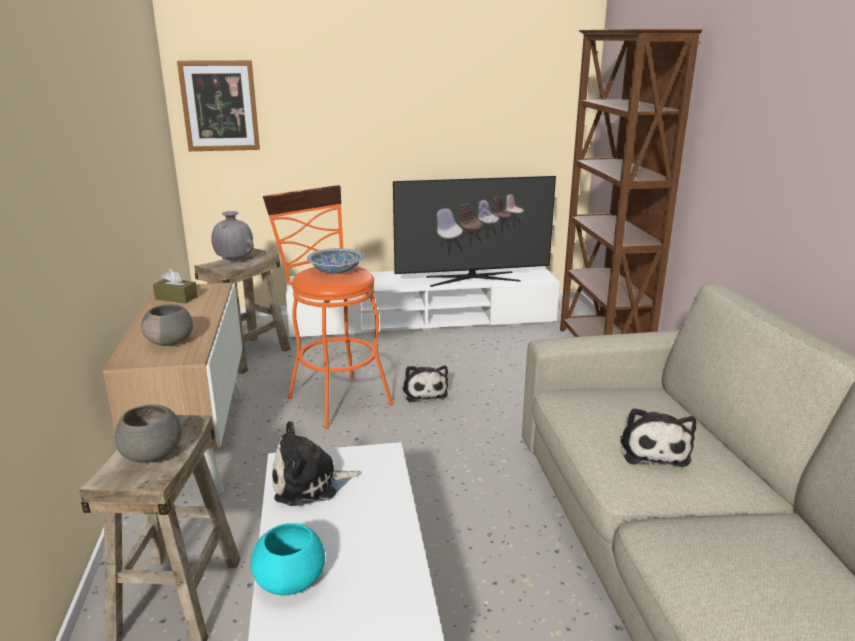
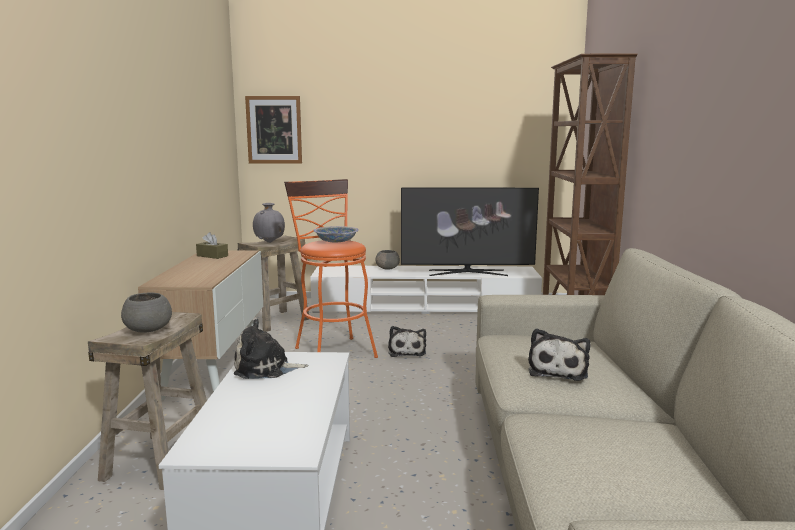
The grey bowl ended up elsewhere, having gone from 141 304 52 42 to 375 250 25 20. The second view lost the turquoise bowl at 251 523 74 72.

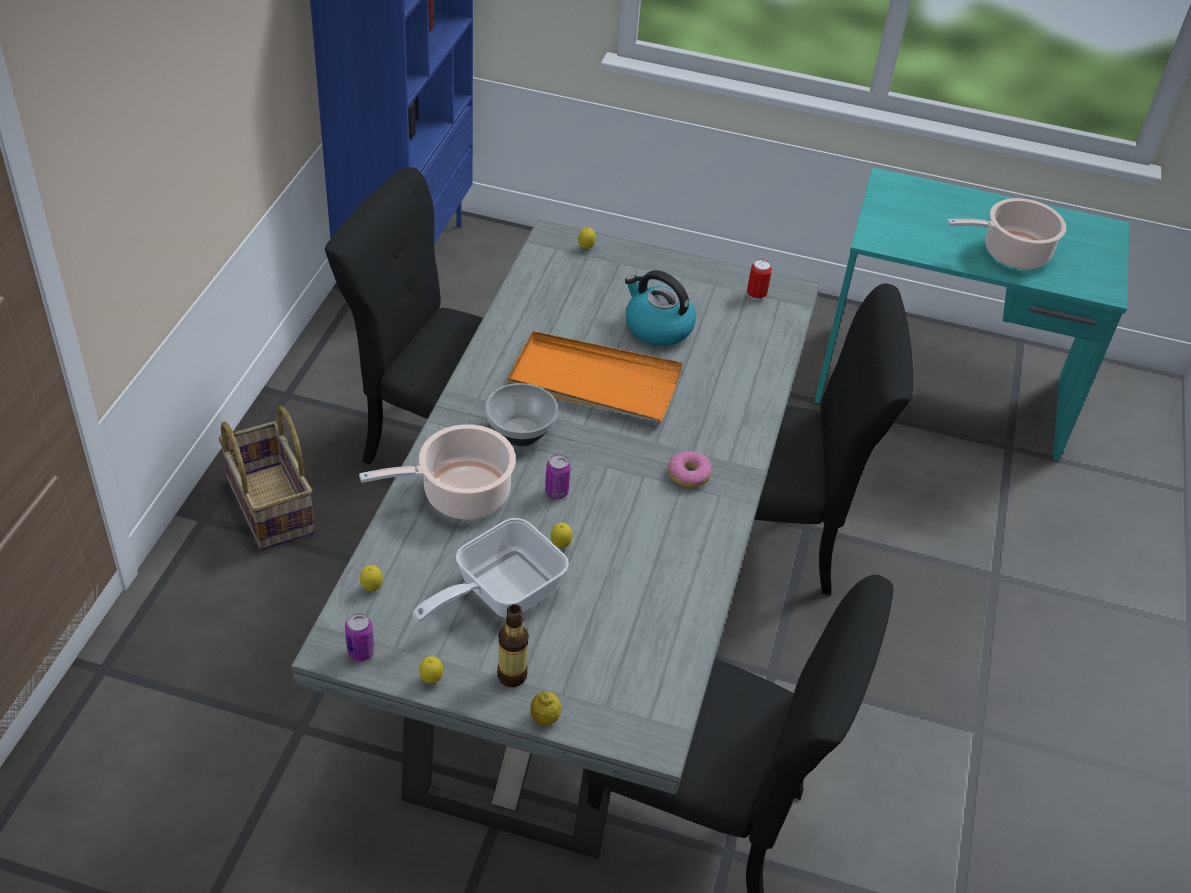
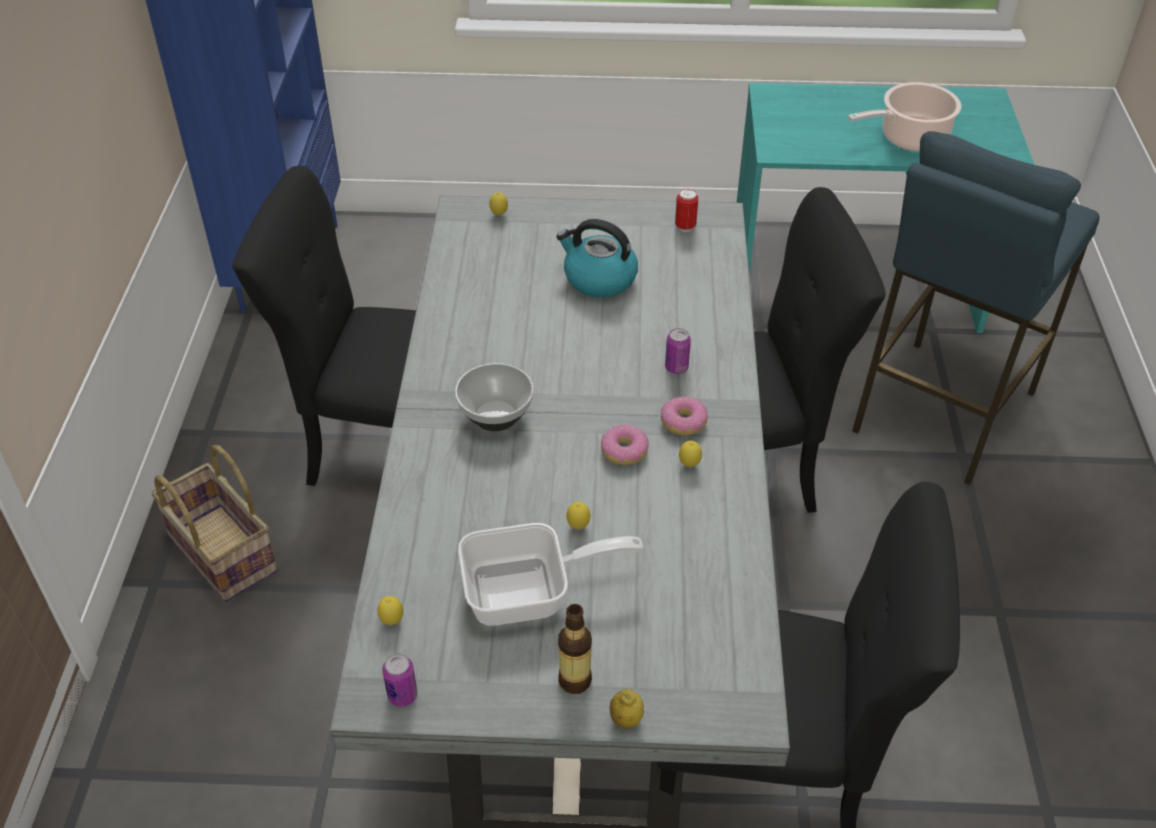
The second view lost the orange tray at 508 331 175 91. The second view lost the cooking pot at 359 424 157 95. The can ended up elsewhere, having gone from 545 454 26 45 to 665 328 26 46. The frying pan at 413 518 156 104 ended up facing another way, 135 degrees counterclockwise from before. The lemon ended up elsewhere, having gone from 419 656 24 28 to 679 441 23 26. The second view gained the blue stool at 852 131 248 354. The second view gained the donut at 601 425 48 40.

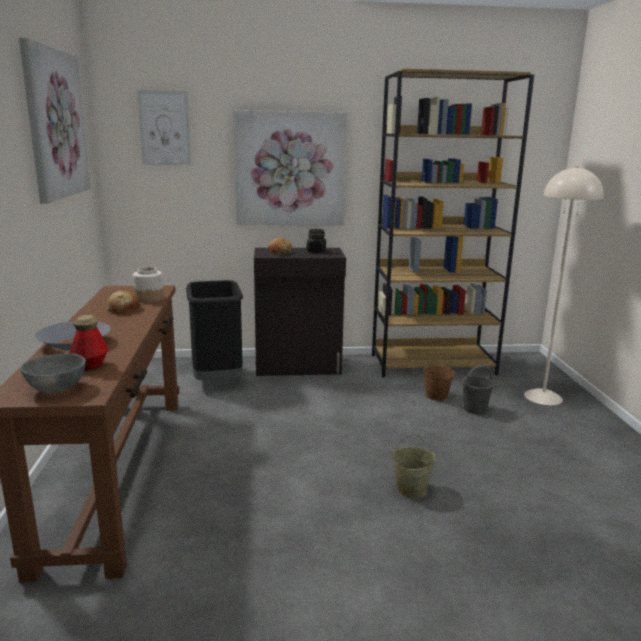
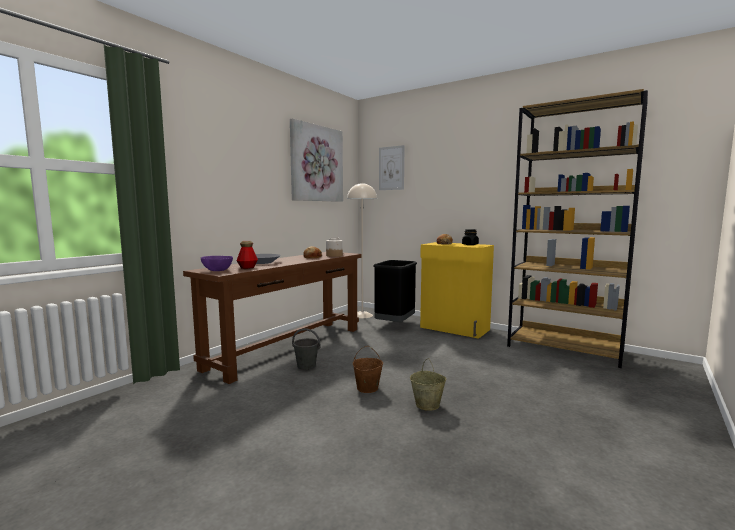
The second view lost the picture at 233 110 114 115. The beige floor lamp ended up elsewhere, having gone from 524 166 80 239 to 347 183 30 135. What was the black cabinet at 254 248 92 128 turned into the yellow cabinet at 420 242 74 97. What was the grey bowl at 20 354 66 39 turned into the purple bowl at 201 256 32 15. The brown bucket ended up elsewhere, having gone from 423 354 31 47 to 353 346 30 47. The grey bucket ended up elsewhere, having gone from 462 365 32 50 to 292 328 28 42.

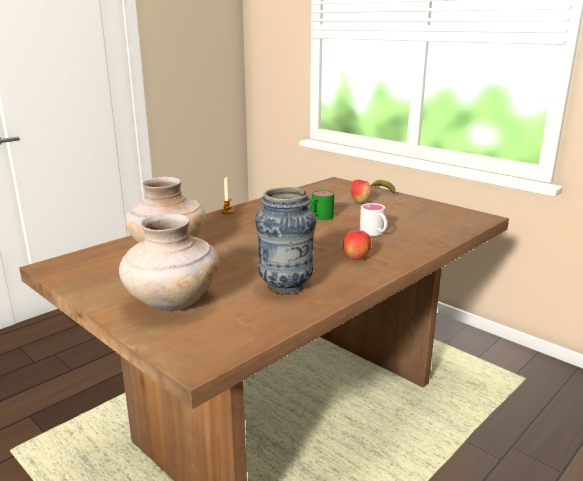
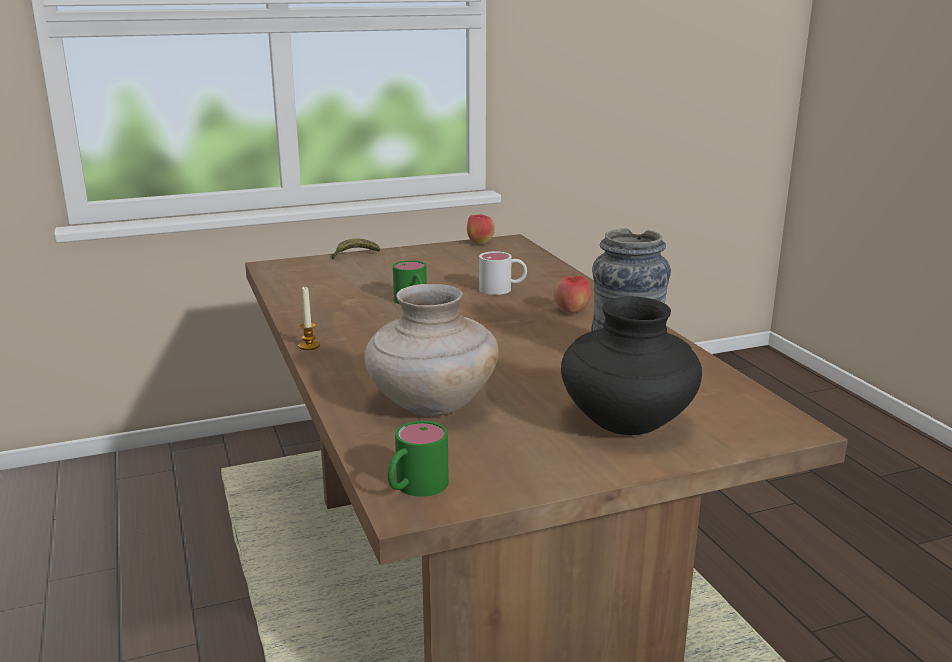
The apple ended up elsewhere, having gone from 350 180 22 23 to 467 215 28 30. What was the beige vase at 119 214 100 97 turned into the black vase at 561 296 141 139. The second view gained the green mug at 388 421 61 76.

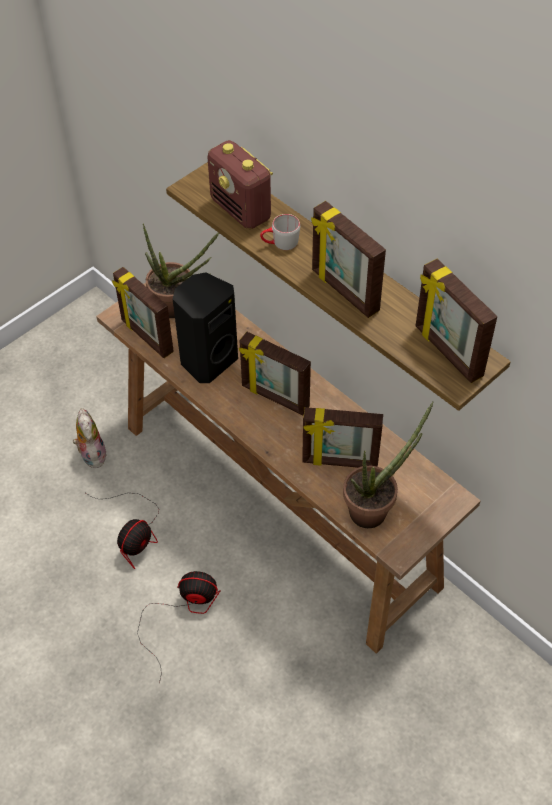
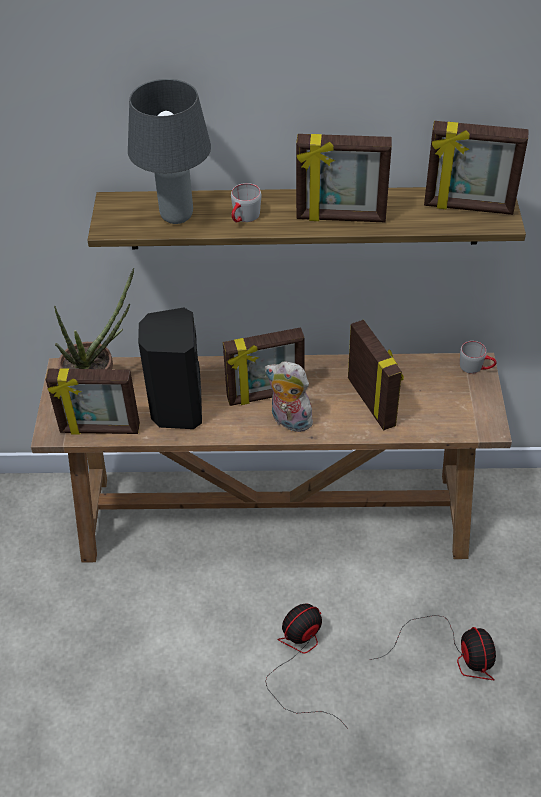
Where the radio stood at 207 140 66 89, the grey table lamp came to stand at 128 79 83 145. The second view lost the potted plant at 343 402 90 126. The picture frame at 302 407 81 61 ended up facing another way, 75 degrees counterclockwise from before. The plush toy ended up elsewhere, having gone from 73 408 34 60 to 265 361 50 71. The fan ended up elsewhere, having gone from 86 493 73 76 to 369 615 127 65. The second view gained the grey mug at 460 341 37 33.

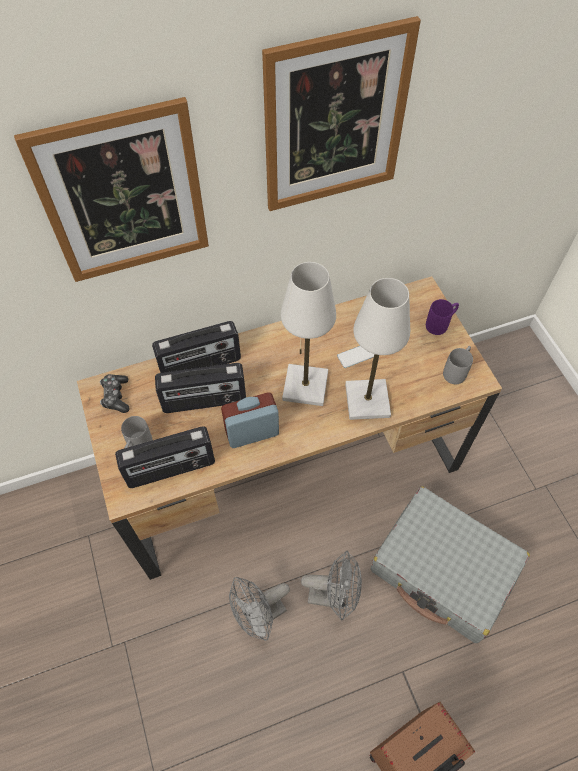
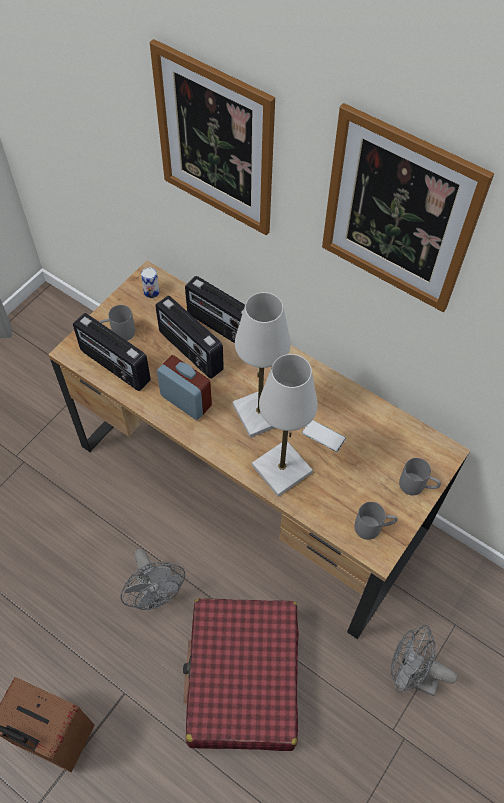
What was the purple mug at 426 299 33 36 turned into the grey mug at 399 458 42 37. Where the game controller stood at 100 374 30 39, the can came to stand at 141 267 19 31. What was the grey suitcase at 371 486 159 157 turned into the red suitcase at 183 598 116 153. The grey fan ended up elsewhere, having gone from 229 577 61 64 to 391 625 66 71.

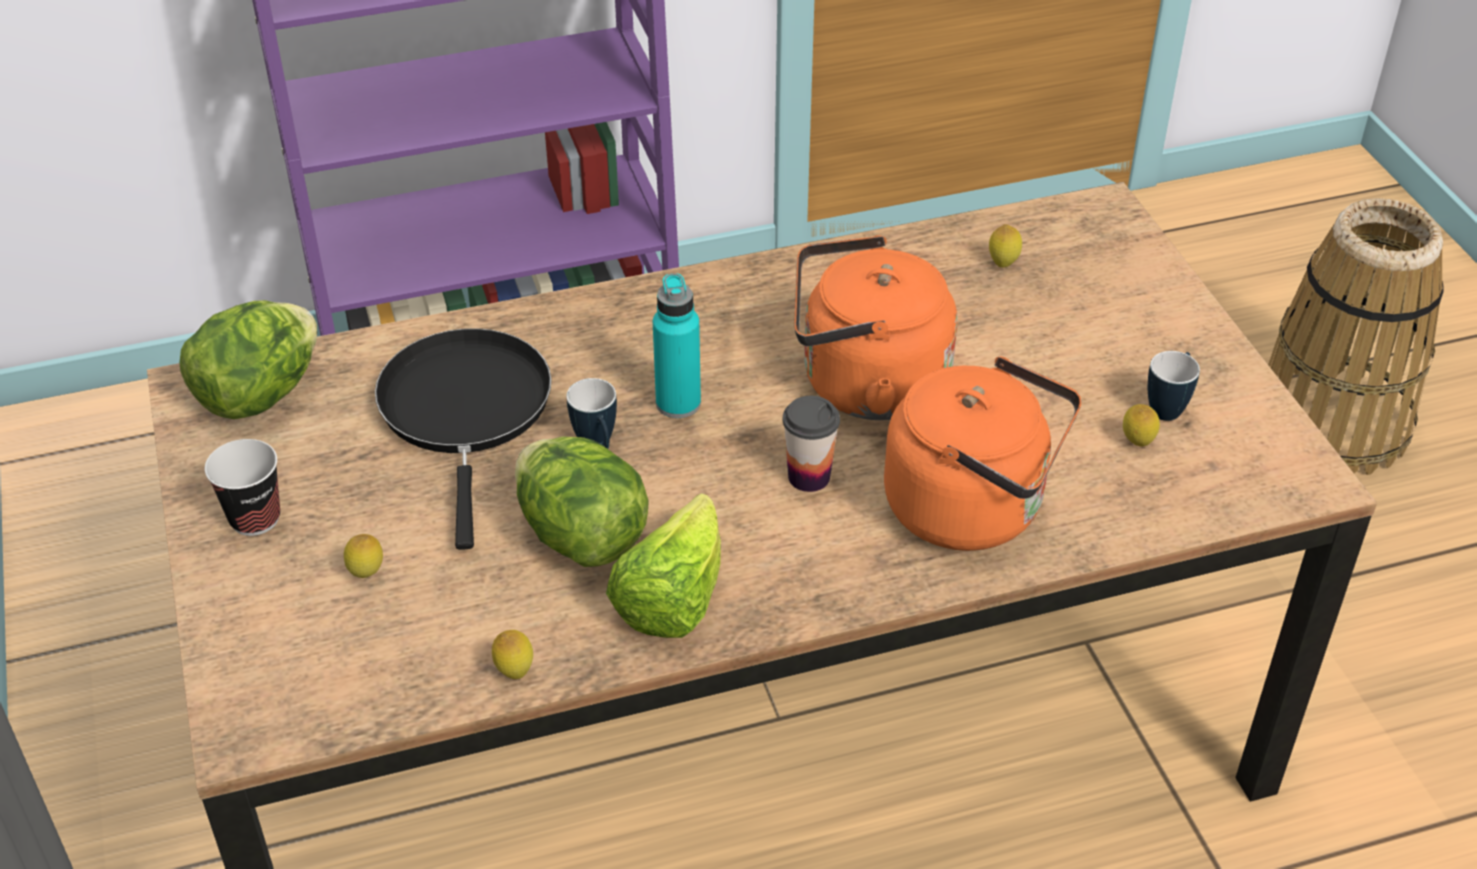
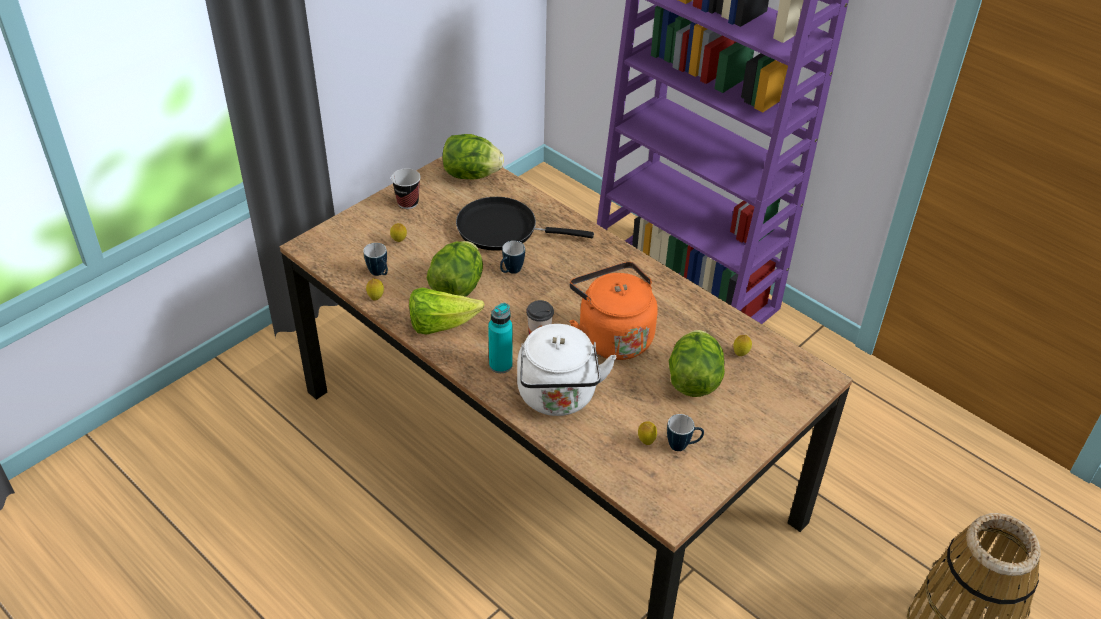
The turquoise bottle ended up elsewhere, having gone from 653 273 48 145 to 488 303 25 70. The black frying pan at 375 328 177 222 ended up facing another way, 135 degrees counterclockwise from before. What was the orange kettle at 884 357 197 194 turned into the white kettle at 517 324 99 92. The second view gained the mug at 363 243 25 33. The second view gained the lettuce at 669 330 56 67.

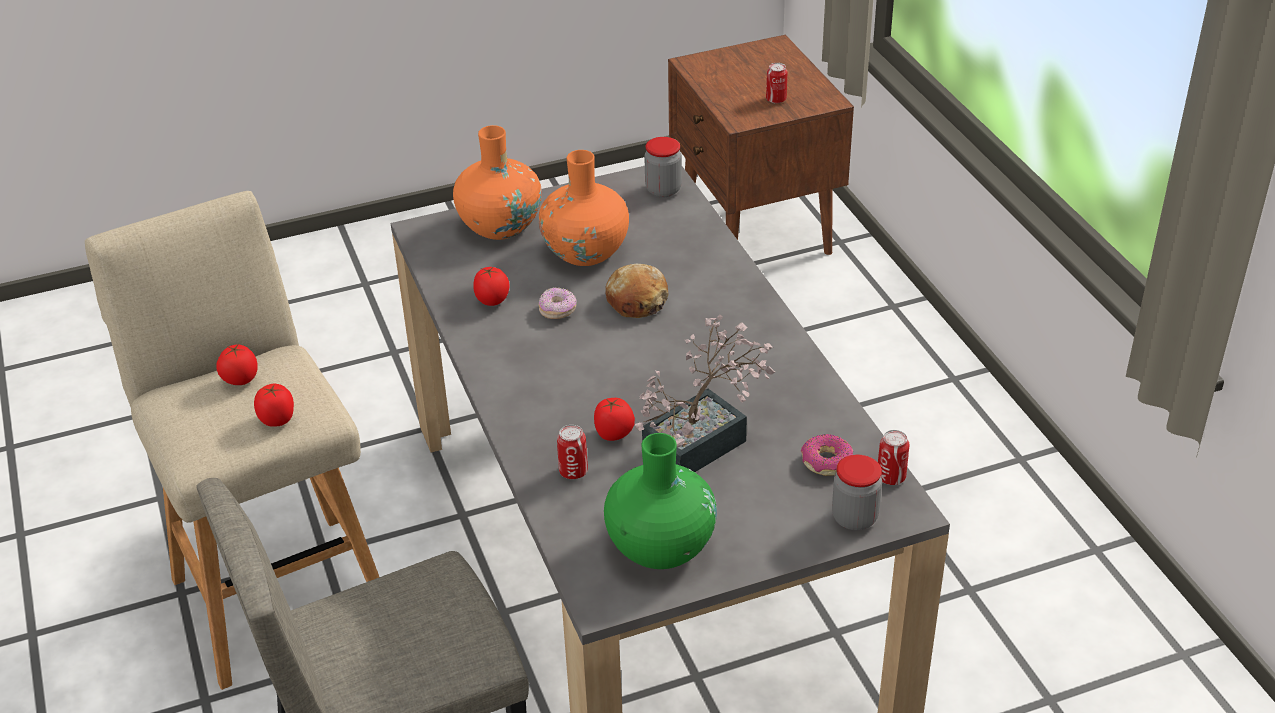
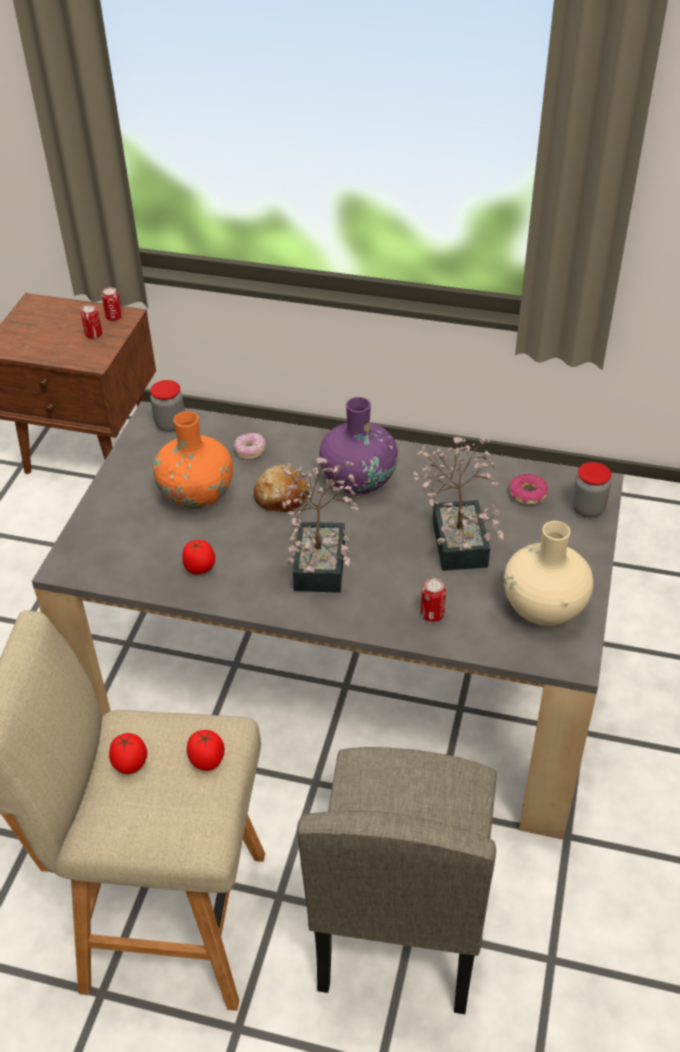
The second view lost the orange vase at 453 125 89 115. The donut ended up elsewhere, having gone from 539 287 38 32 to 234 433 32 27. The second view lost the tomato at 594 398 41 43. The can ended up elsewhere, having gone from 878 430 32 55 to 102 287 20 34. What was the green vase at 604 433 113 136 turned into the beige vase at 504 521 89 105. The second view gained the purple vase at 319 397 79 98. The second view gained the potted plant at 274 457 85 136.

